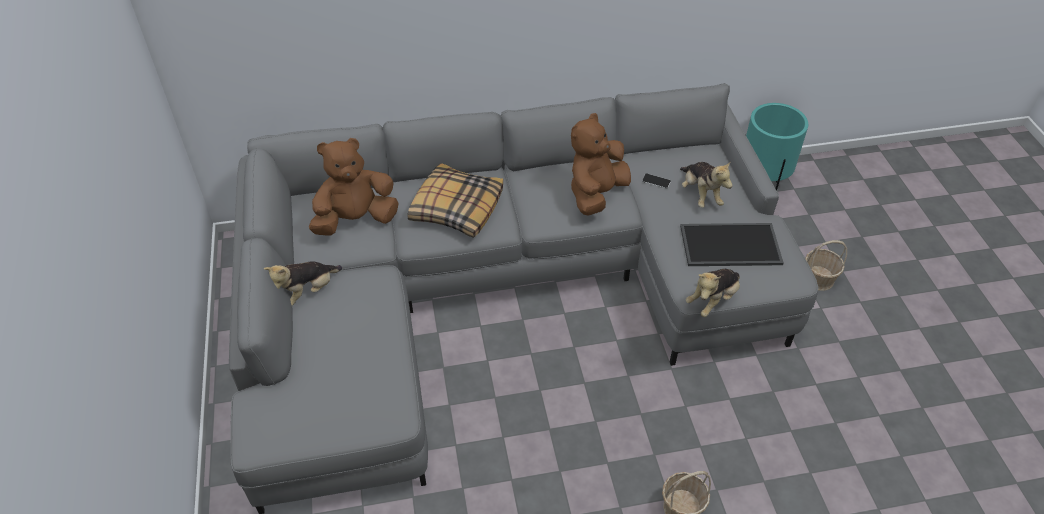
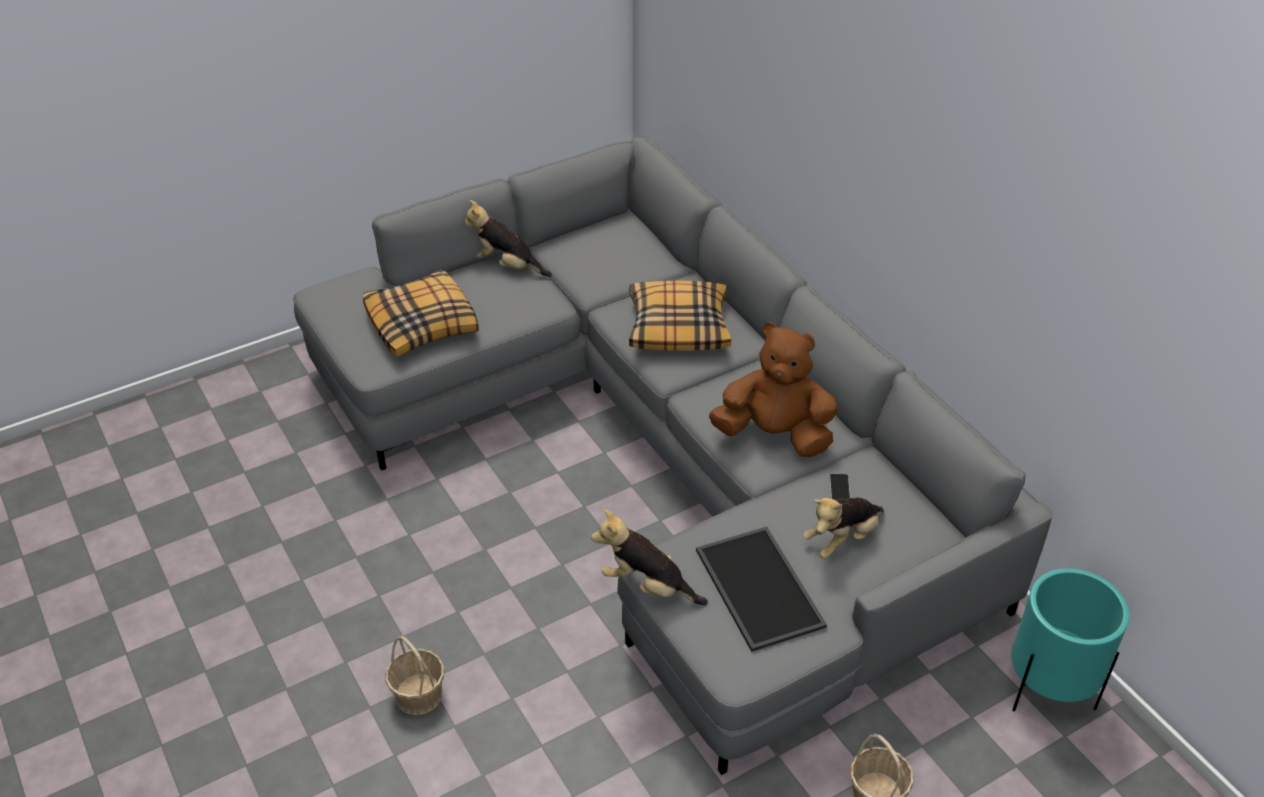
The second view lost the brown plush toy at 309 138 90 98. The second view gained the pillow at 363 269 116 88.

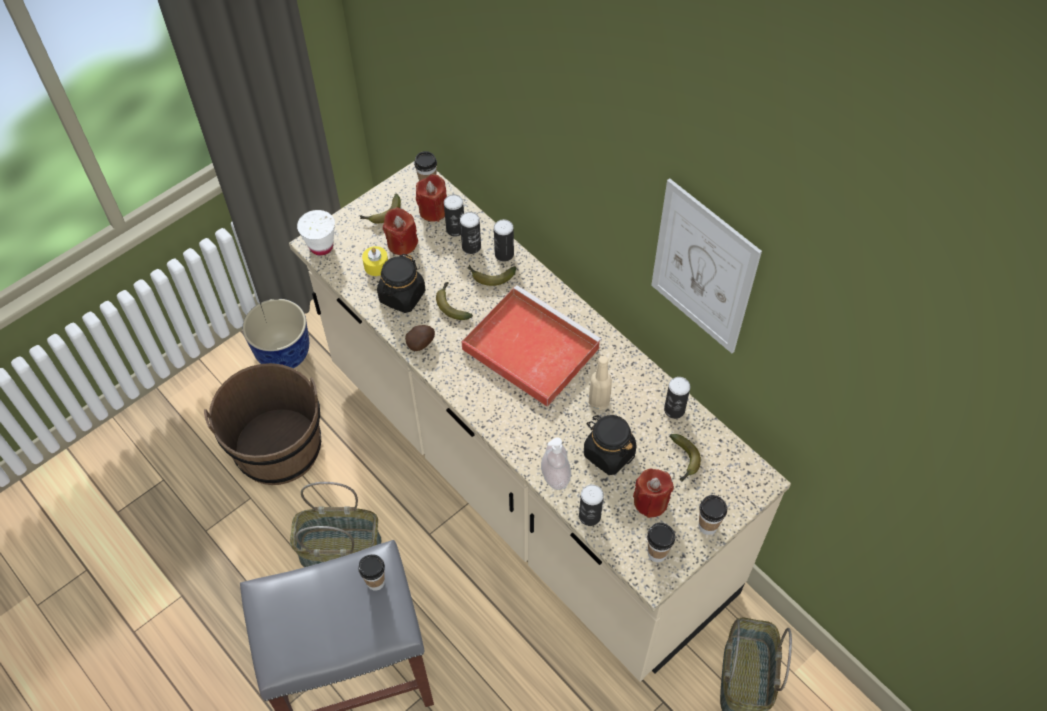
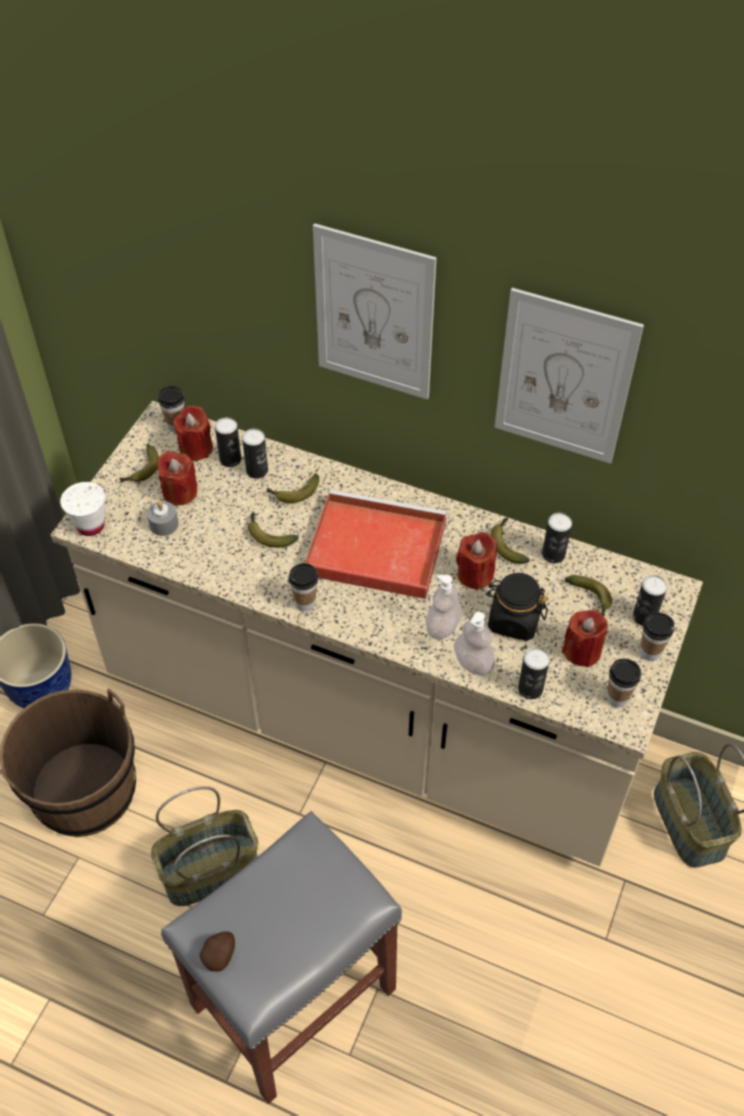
The can ended up elsewhere, having gone from 494 219 20 43 to 633 575 34 51. What was the yellow candle at 362 246 26 30 turned into the grey candle at 147 501 32 35. The second view lost the black jar at 377 254 49 59. The potato ended up elsewhere, having gone from 405 325 30 26 to 199 932 36 40. Where the beige bottle stood at 589 356 23 54, the red candle came to stand at 456 532 41 58. The cup ended up elsewhere, having gone from 358 554 27 37 to 289 563 29 49. The second view gained the picture at 313 223 124 177. The second view gained the banana at 491 518 39 46. The second view gained the soap dispenser at 426 575 35 65.

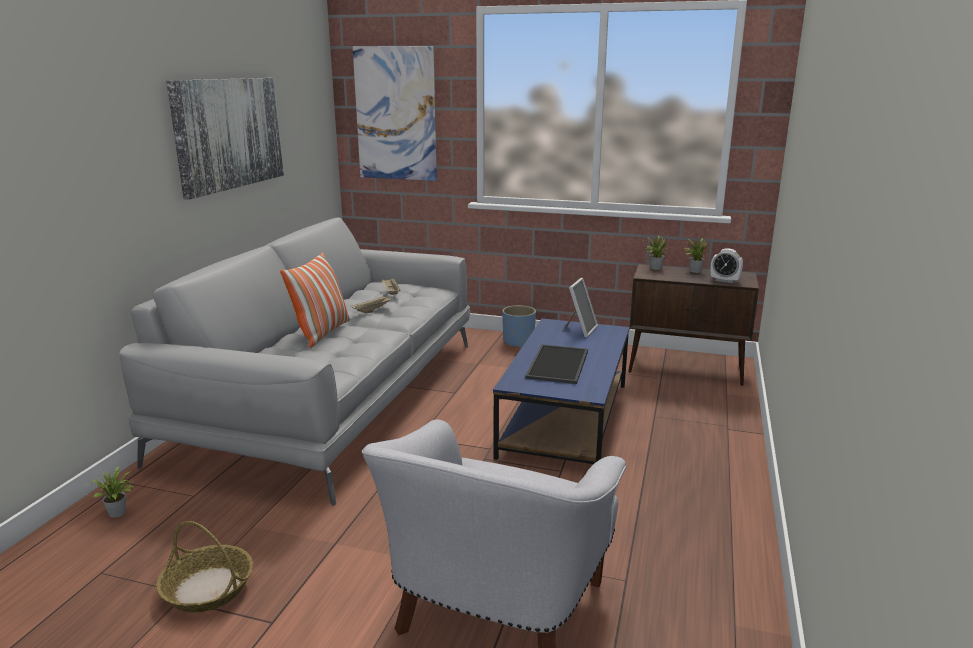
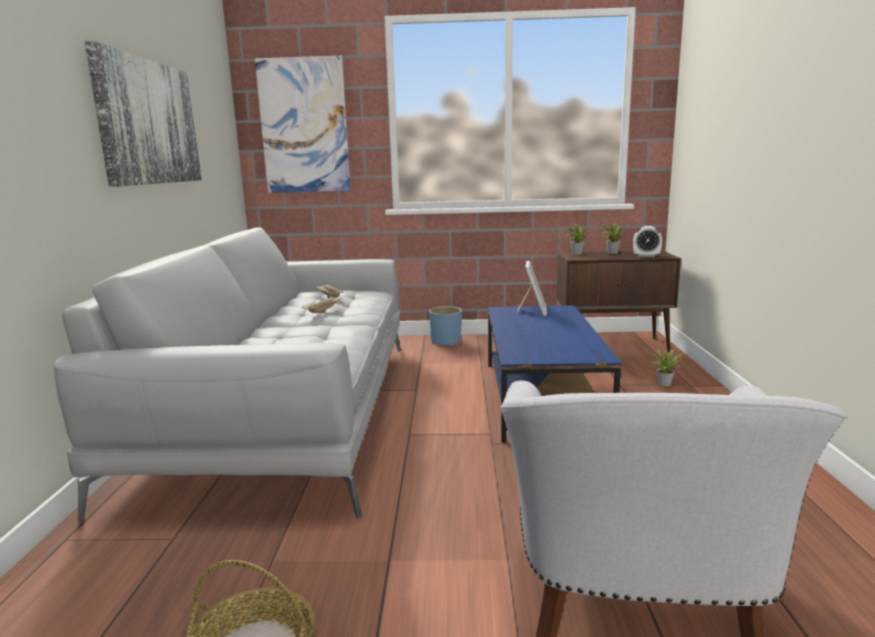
The second view lost the pillow at 280 252 70 96. The second view lost the tray at 525 344 63 40. The potted plant ended up elsewhere, having gone from 86 466 48 52 to 651 349 34 37.

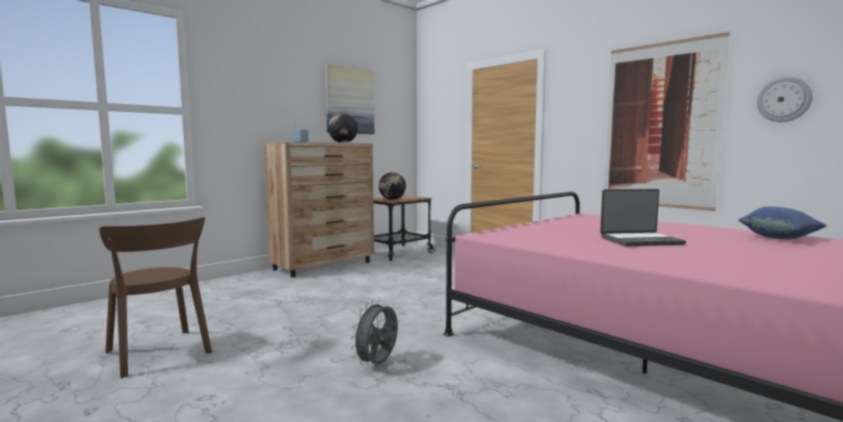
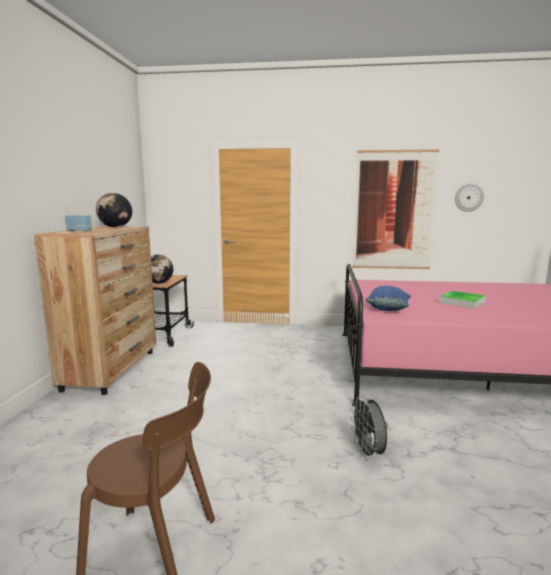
The second view lost the picture at 325 64 49 70. Where the laptop stood at 600 189 86 57, the tray came to stand at 439 291 47 18. The blue pillow ended up elsewhere, having gone from 738 206 90 33 to 366 286 45 25.

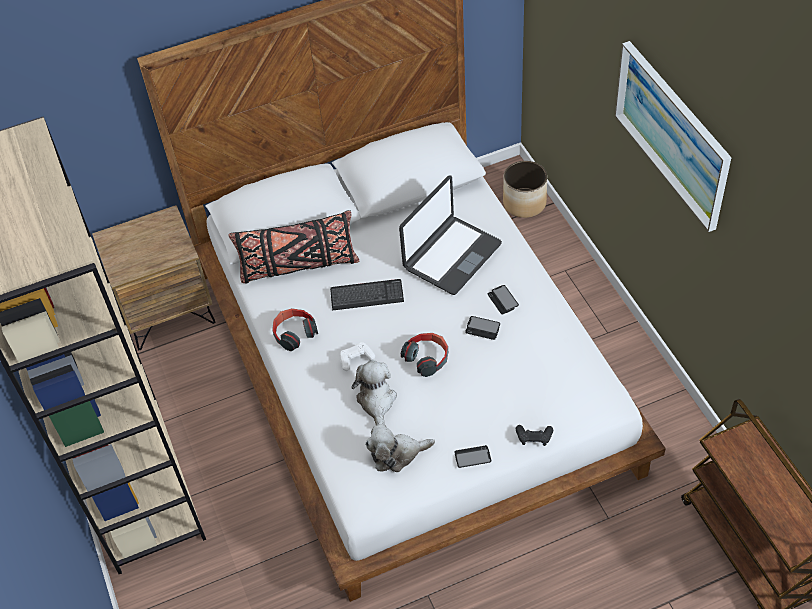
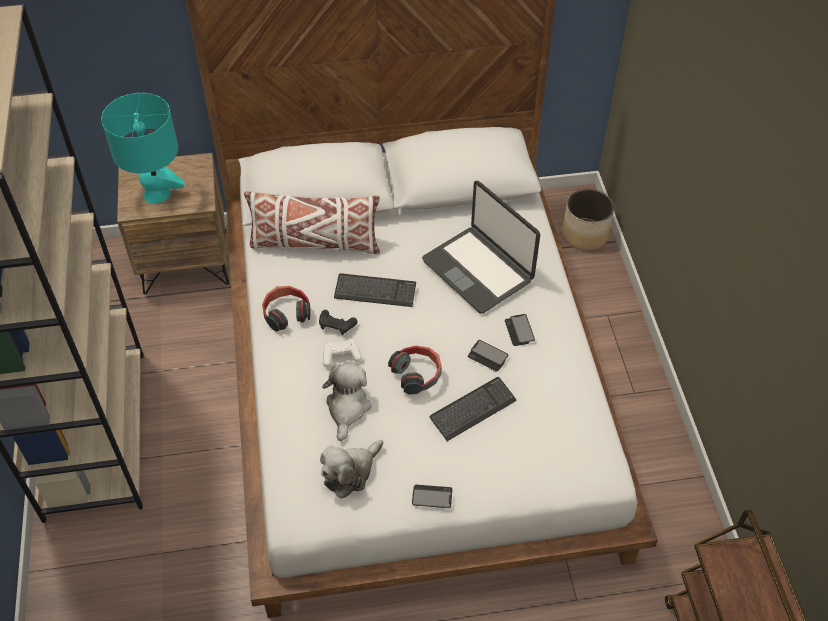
The second view lost the picture at 615 41 116 191. The laptop at 399 175 103 120 ended up facing another way, 90 degrees clockwise from before. What was the black pillow at 228 210 131 74 turned into the white pillow at 244 191 136 63. The plush toy at 365 424 70 48 ended up facing another way, 45 degrees counterclockwise from before. The black game controller ended up elsewhere, having gone from 516 425 37 21 to 319 310 38 25. The second view gained the turquoise table lamp at 101 93 84 111. The second view gained the keyboard at 430 377 87 64.

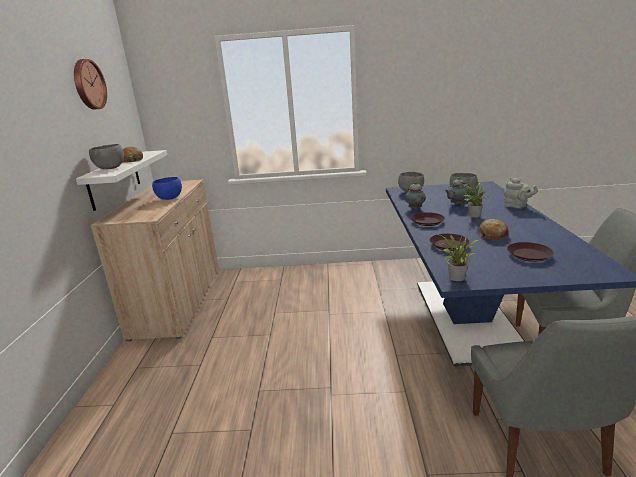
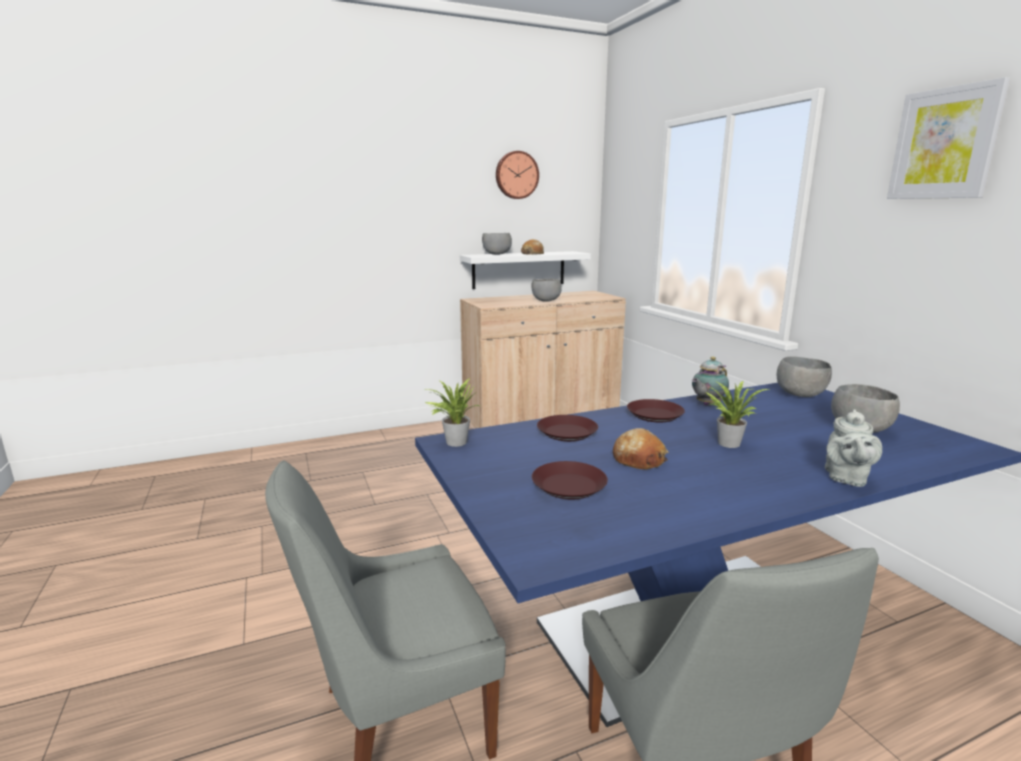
What was the blue bowl at 152 177 30 23 turned into the grey bowl at 531 279 31 23. The second view lost the teapot at 445 177 25 28. The second view gained the picture at 887 77 123 122.

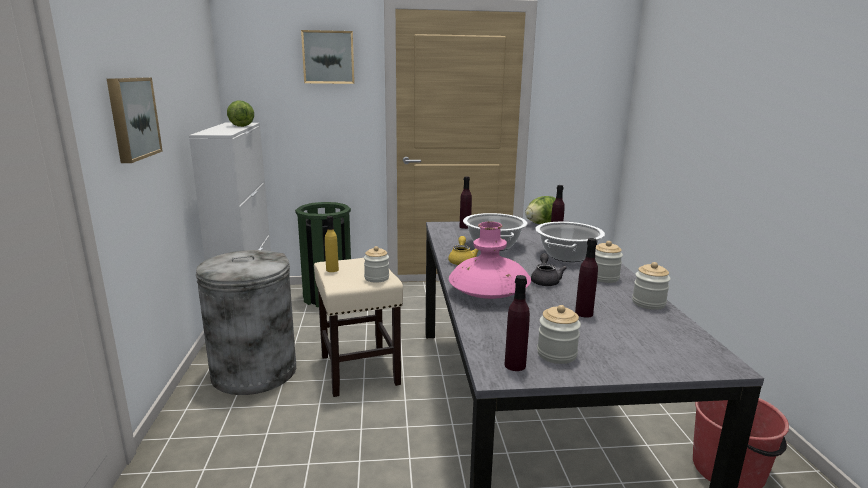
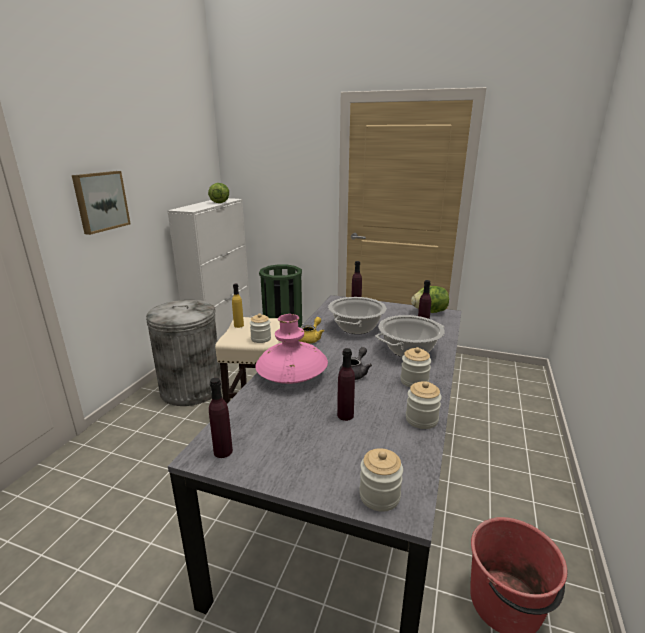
The second view lost the picture at 301 30 54 54. The jar ended up elsewhere, having gone from 537 305 44 59 to 359 448 44 64.

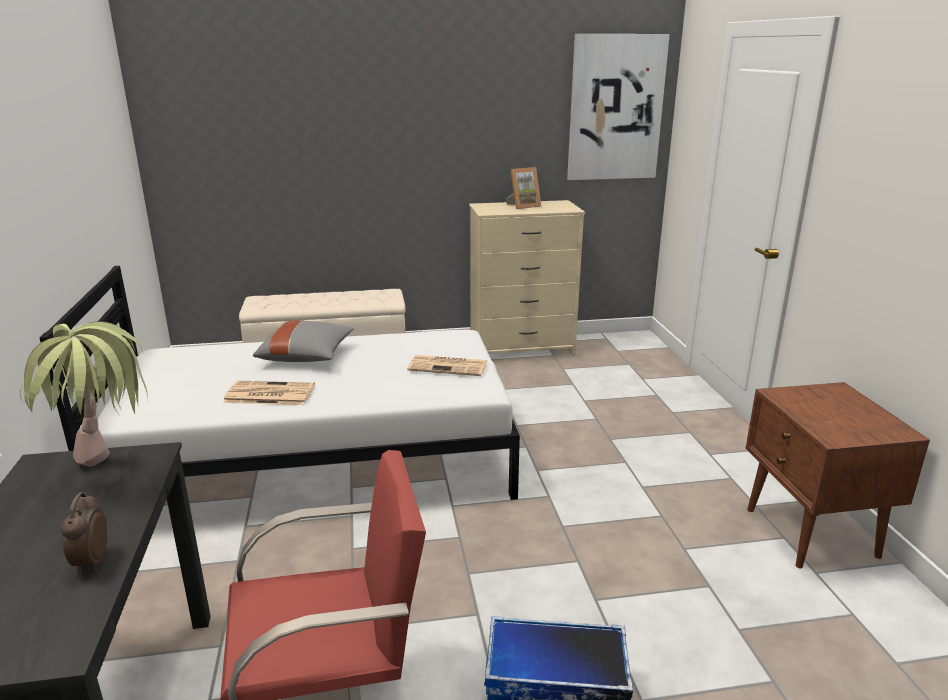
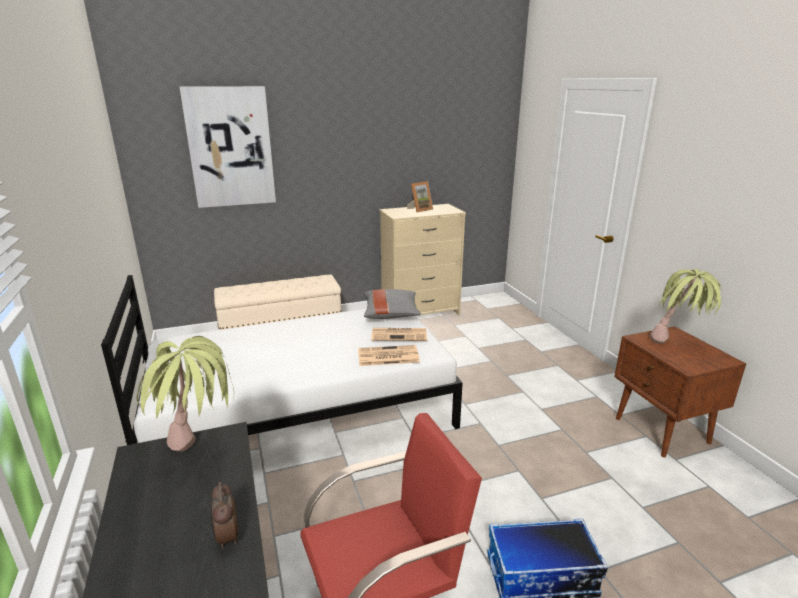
The picture ended up elsewhere, having gone from 567 34 103 146 to 180 86 96 122. The grey pillow ended up elsewhere, having gone from 253 321 101 41 to 364 289 57 30. The newspaper ended up elsewhere, having gone from 223 381 92 24 to 358 345 62 21. The second view gained the potted plant at 650 269 72 75.

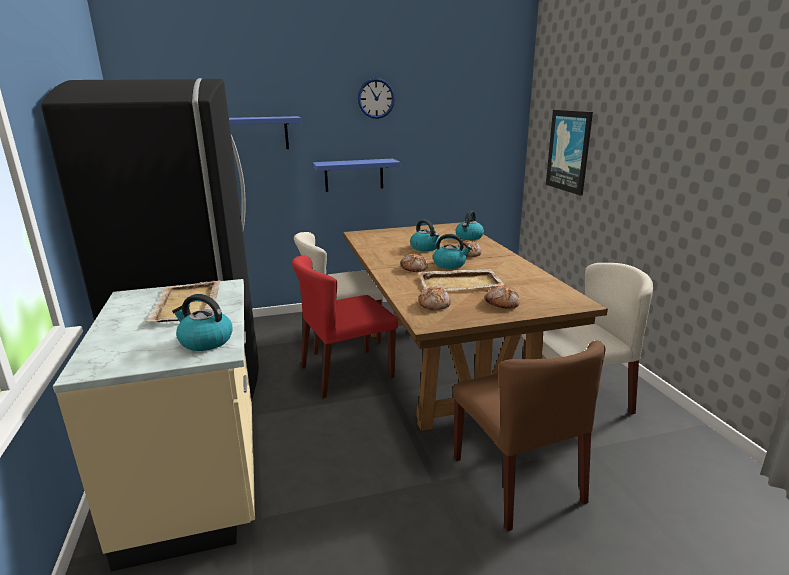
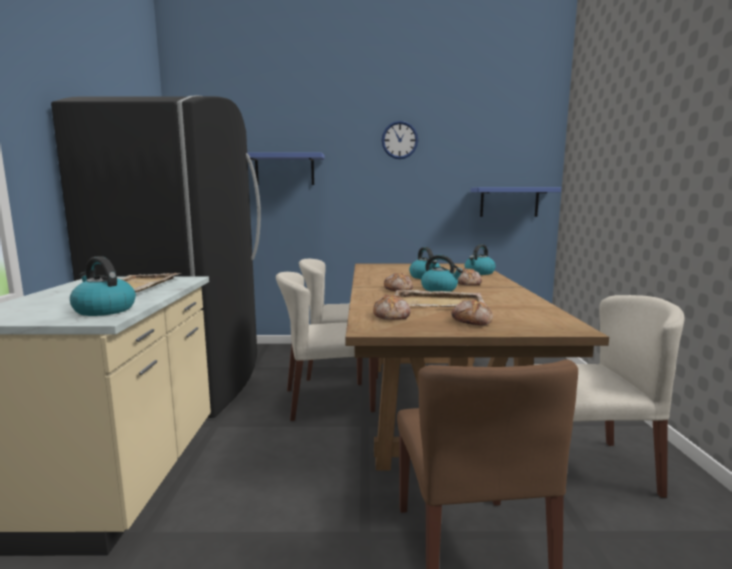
The second view lost the picture at 546 110 47 86. The blue shelf ended up elsewhere, having gone from 313 159 87 33 to 471 187 90 30. What was the red chair at 292 255 106 143 turned into the beige chair at 276 272 101 149.

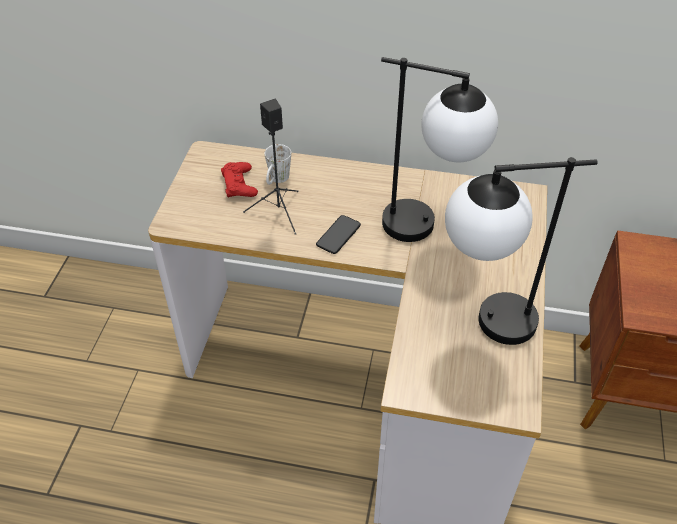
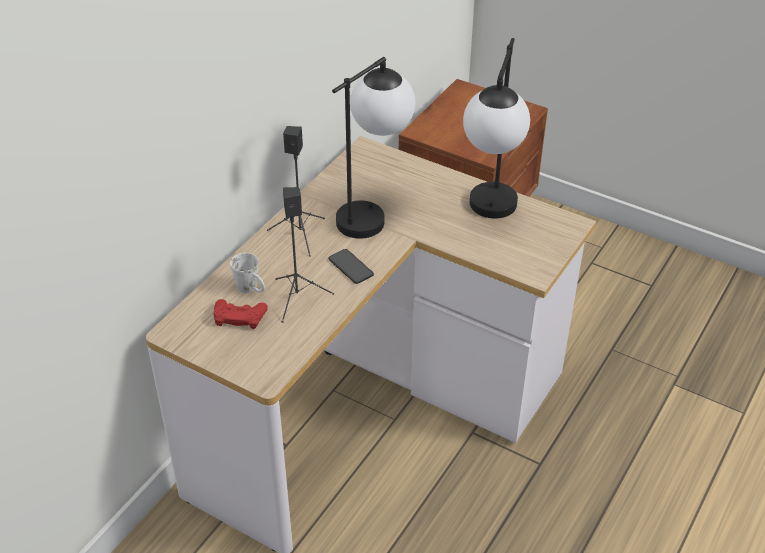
The second view gained the black speaker at 267 126 58 131.

